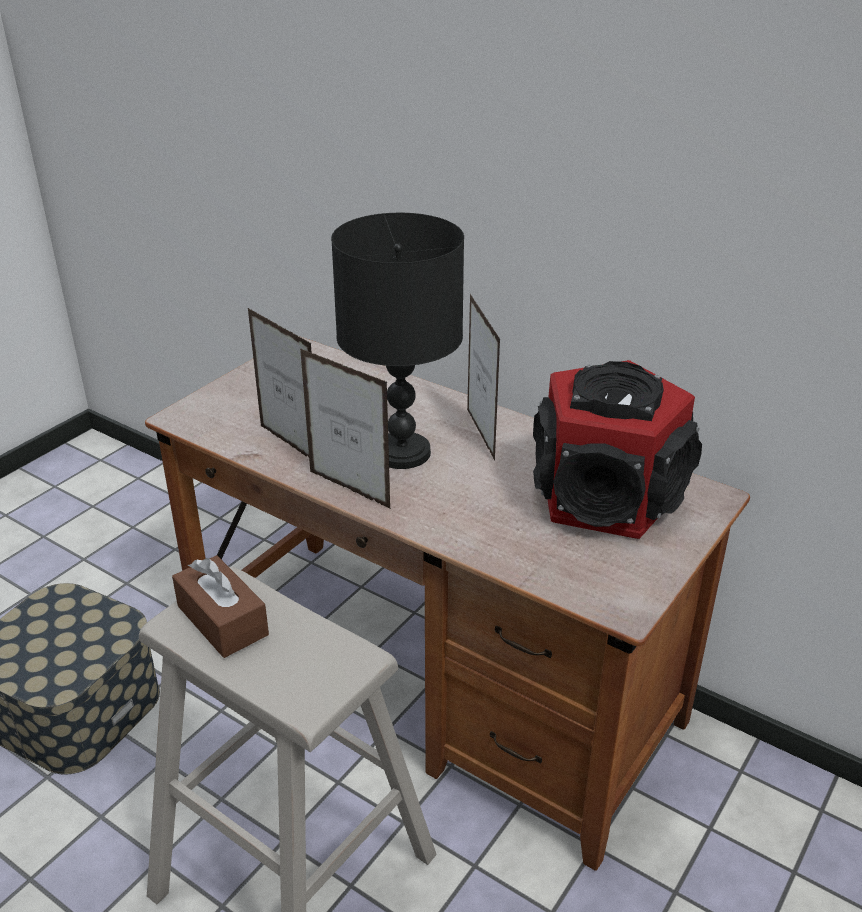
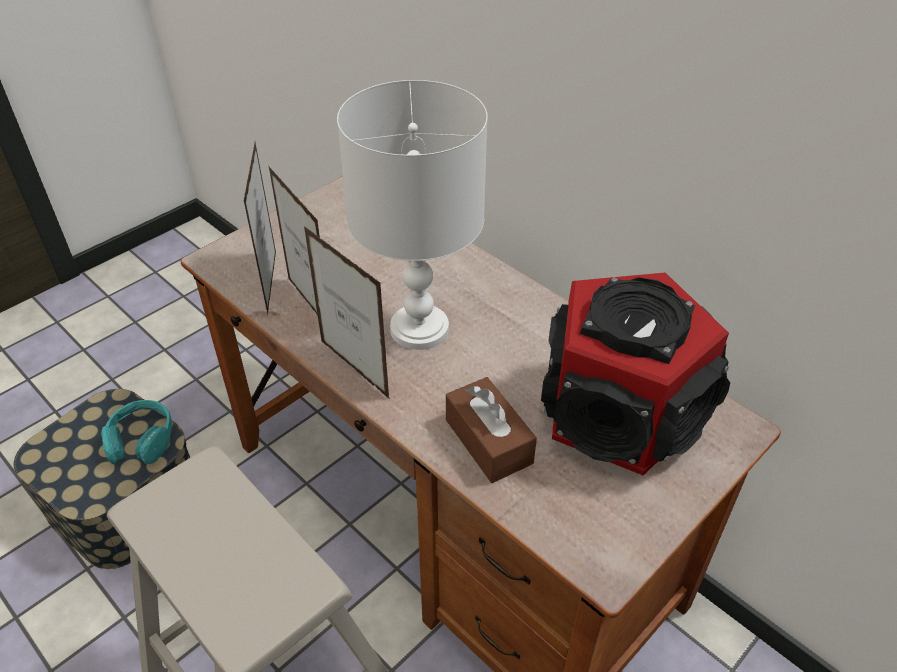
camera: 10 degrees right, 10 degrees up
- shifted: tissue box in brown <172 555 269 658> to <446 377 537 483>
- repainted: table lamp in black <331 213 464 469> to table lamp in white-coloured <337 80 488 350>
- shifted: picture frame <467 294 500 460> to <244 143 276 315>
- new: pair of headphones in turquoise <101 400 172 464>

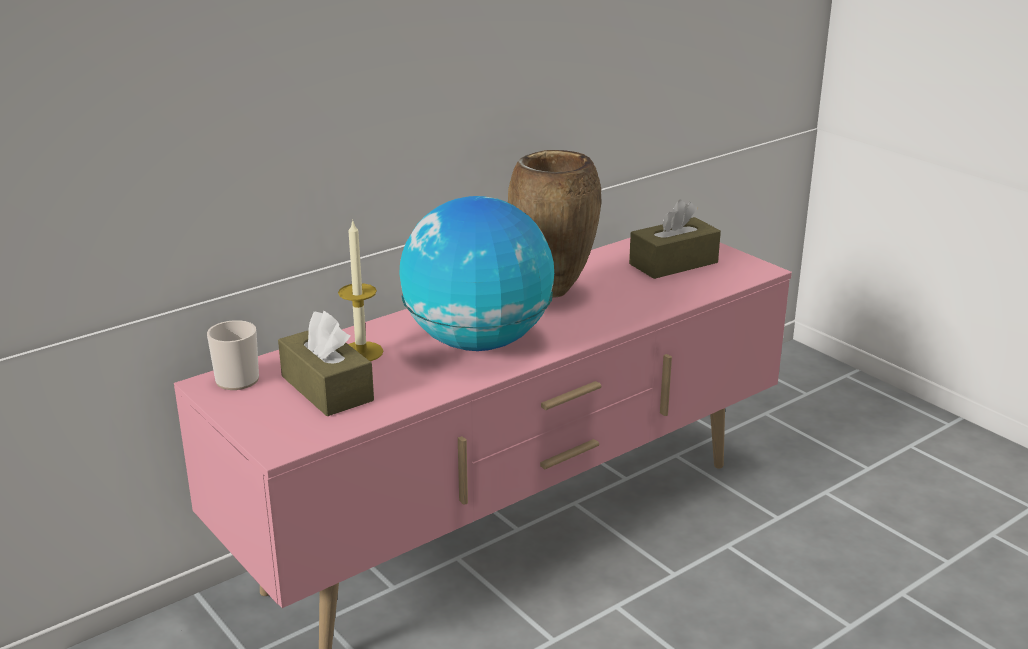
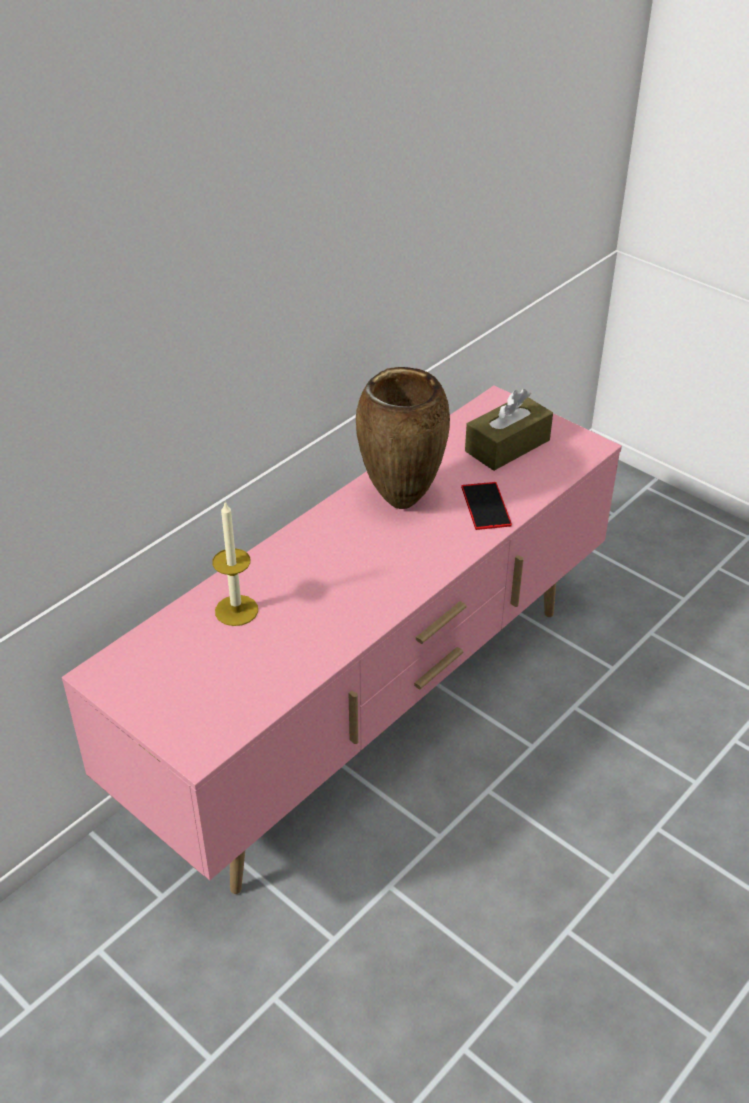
camera: 10 degrees left, 15 degrees up
- gone: tea mug <207 320 259 390>
- gone: tissue box in brown <278 311 374 416>
- gone: globe <400 196 554 351>
- new: handset <461 482 512 530>

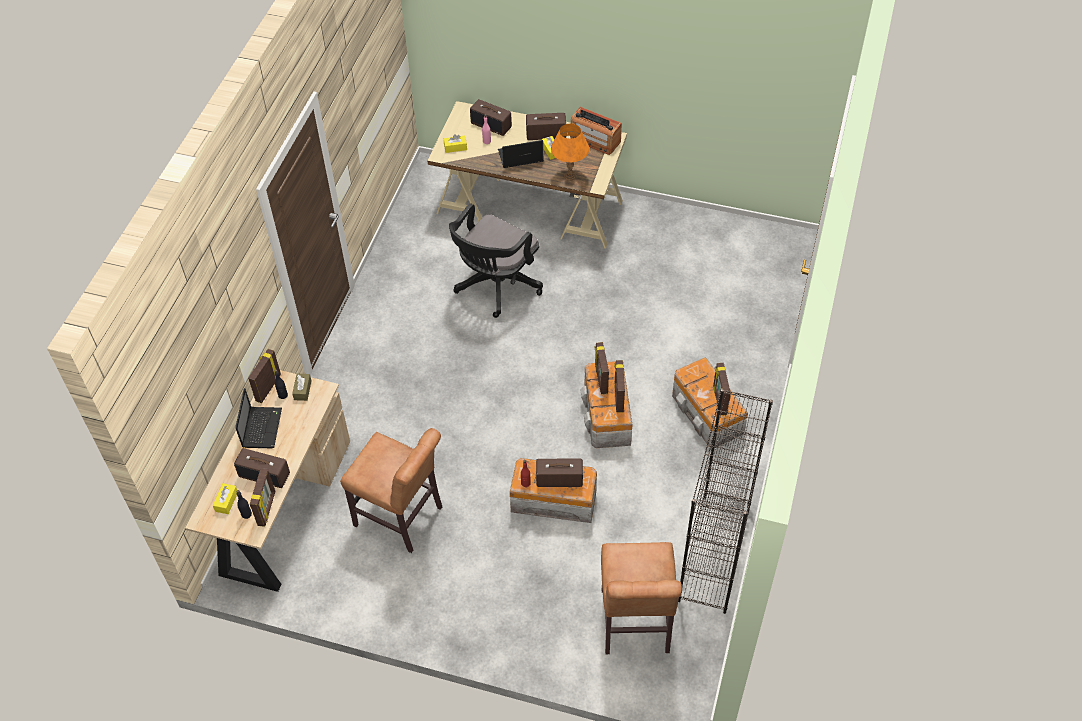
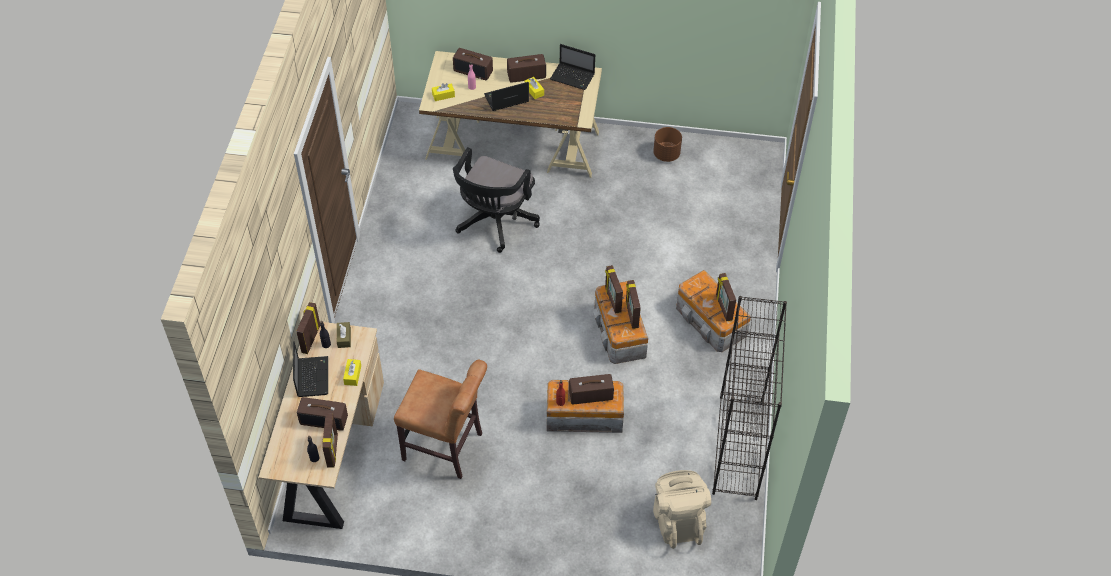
camera: 10 degrees left, 0 degrees up
- shifted: tissue box in yellow <213 483 237 514> to <343 359 361 386>
- gone: table lamp in orangey <551 124 589 181>
- swapped: radio set <570 107 622 155> to portable computer <550 44 595 90>
- swapped: plain chair in brown <601 542 682 654> to backpack in beige <653 470 711 549>
- new: planter in brown <653 127 682 162>

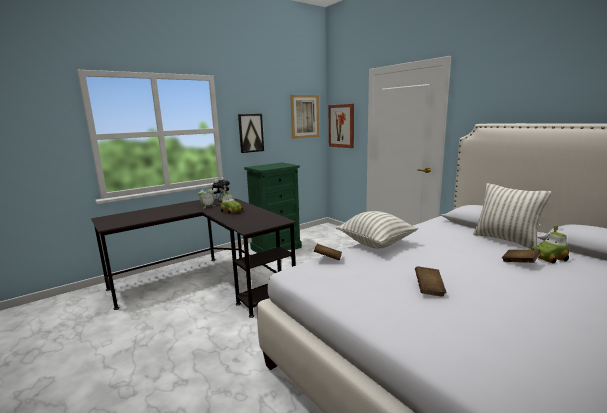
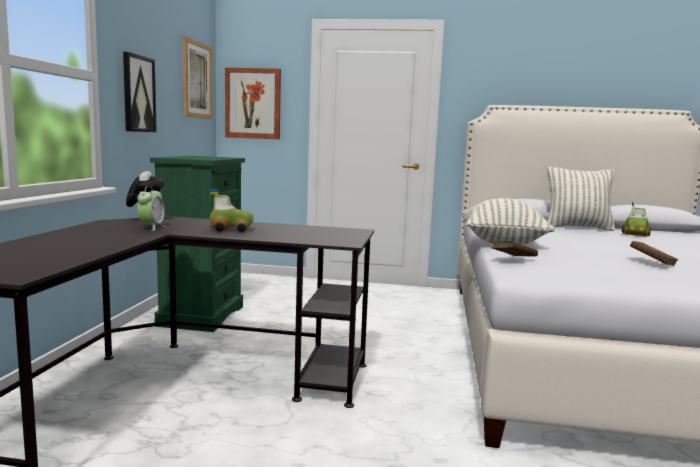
camera: 45 degrees left, 5 degrees down
- gone: volume in brown <502 250 541 263>

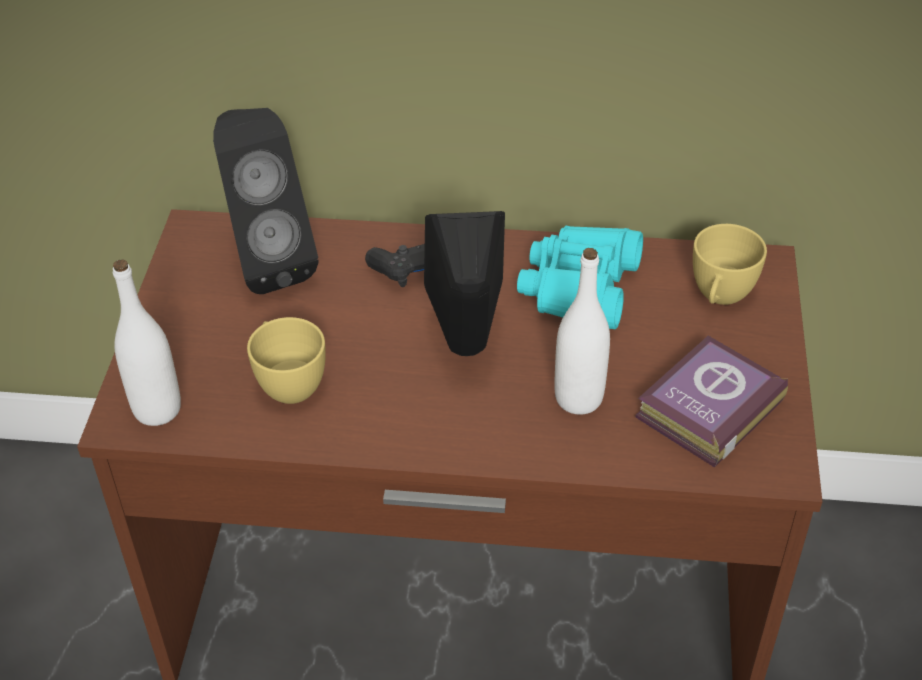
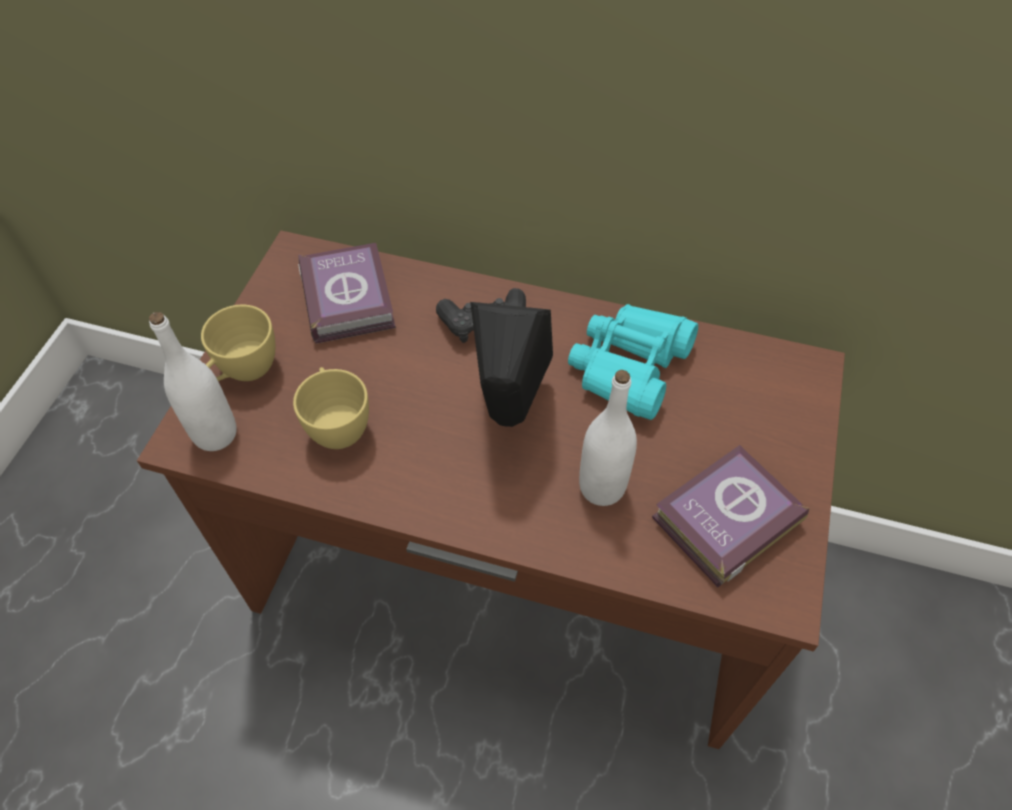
camera: 10 degrees right, 10 degrees up
- swapped: audio speaker in black <213 108 318 294> to volume <298 243 396 344>
- shifted: small cup in yellow <693 224 767 305> to <201 305 275 381>

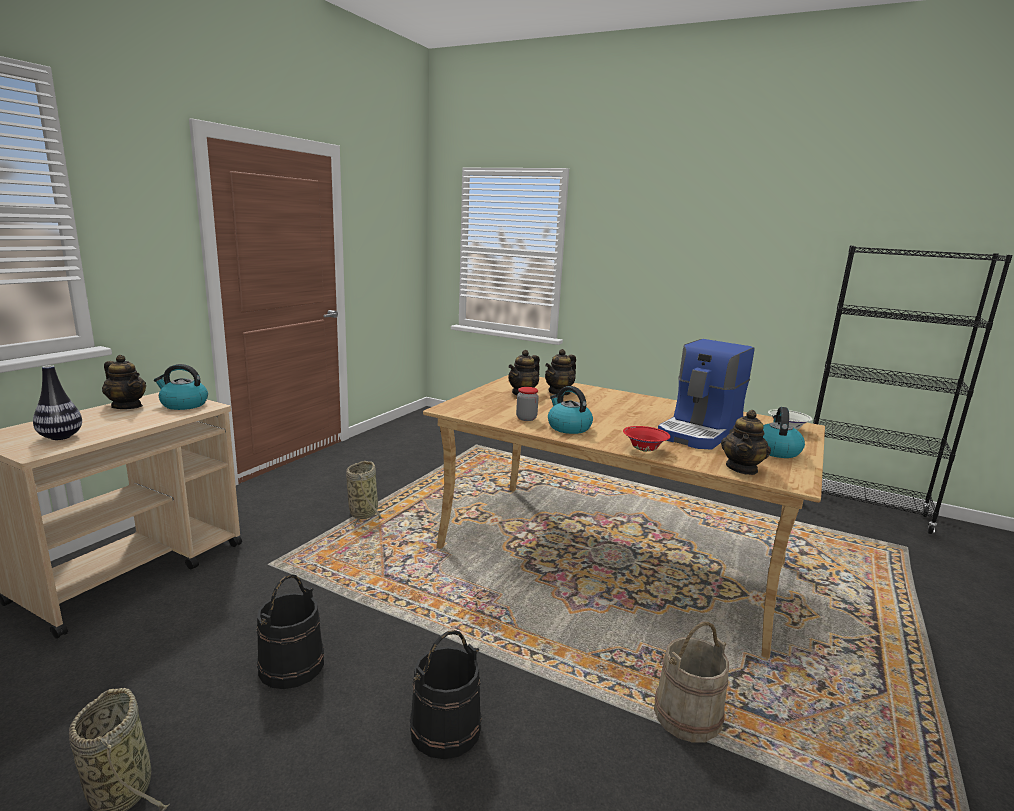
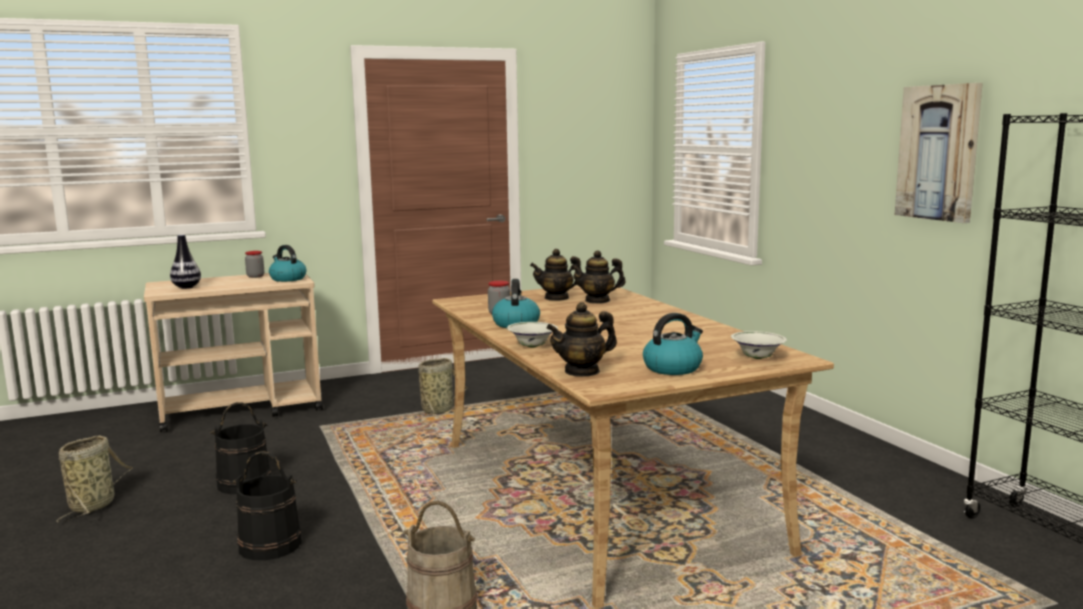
camera: 40 degrees right, 5 degrees down
- swapped: tea pot <102 355 146 409> to storage jar <245 251 264 278>
- repainted: bowl in reddish <623 426 671 452> to bowl in white-coloured <507 322 558 347>
- gone: coffee maker <658 339 755 450>
- new: picture <895 83 983 223>

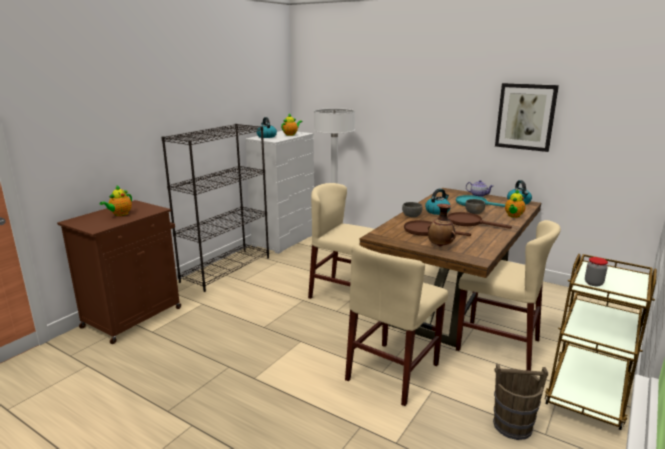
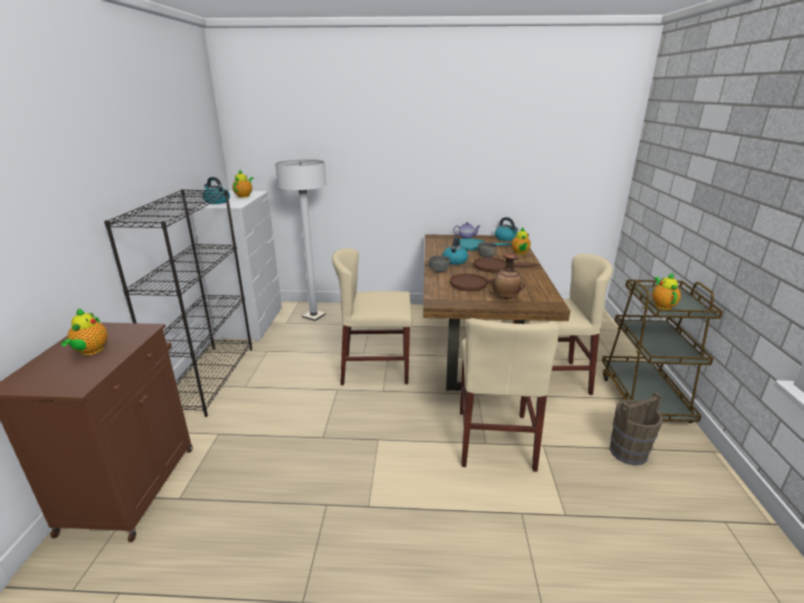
camera: 30 degrees left, 5 degrees up
- gone: picture <495 83 559 152>
- swapped: storage jar <585 257 608 286> to tea pot <652 273 681 309>

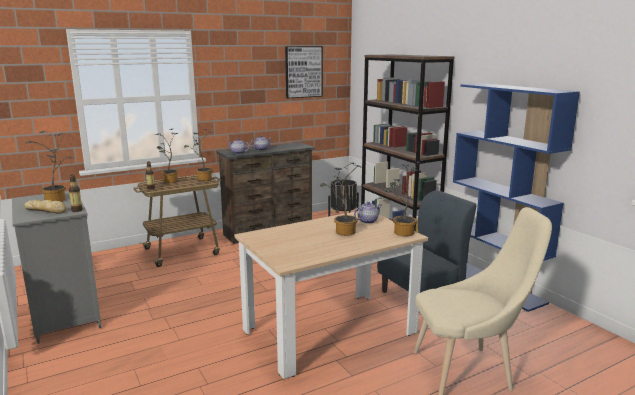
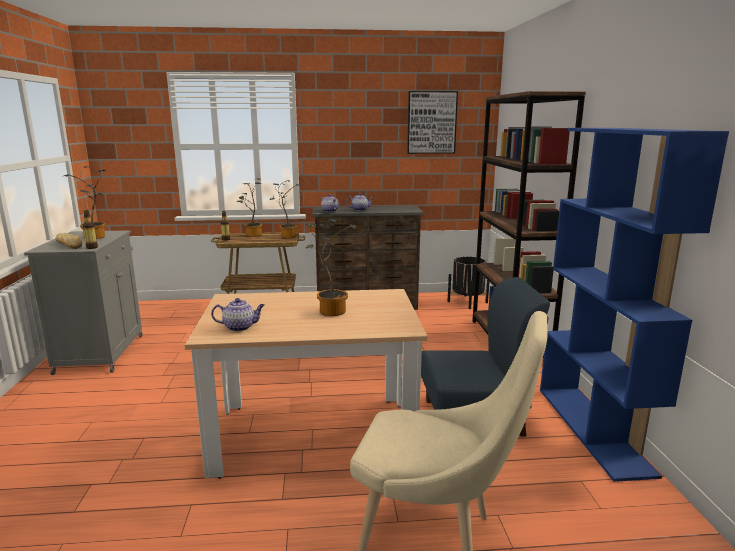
camera: 25 degrees right, 0 degrees up
- shifted: tea pot <354 202 382 224> to <211 298 265 331>
- gone: potted plant <383 161 422 236>

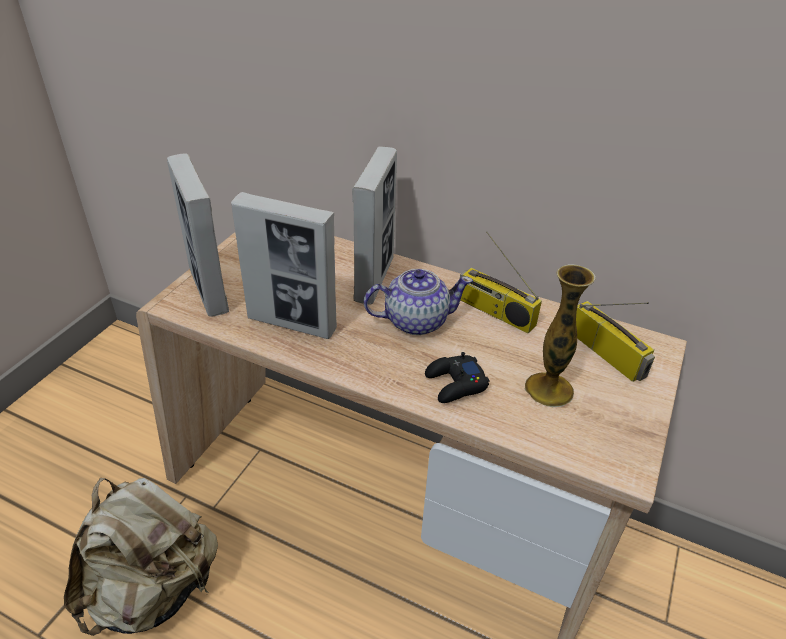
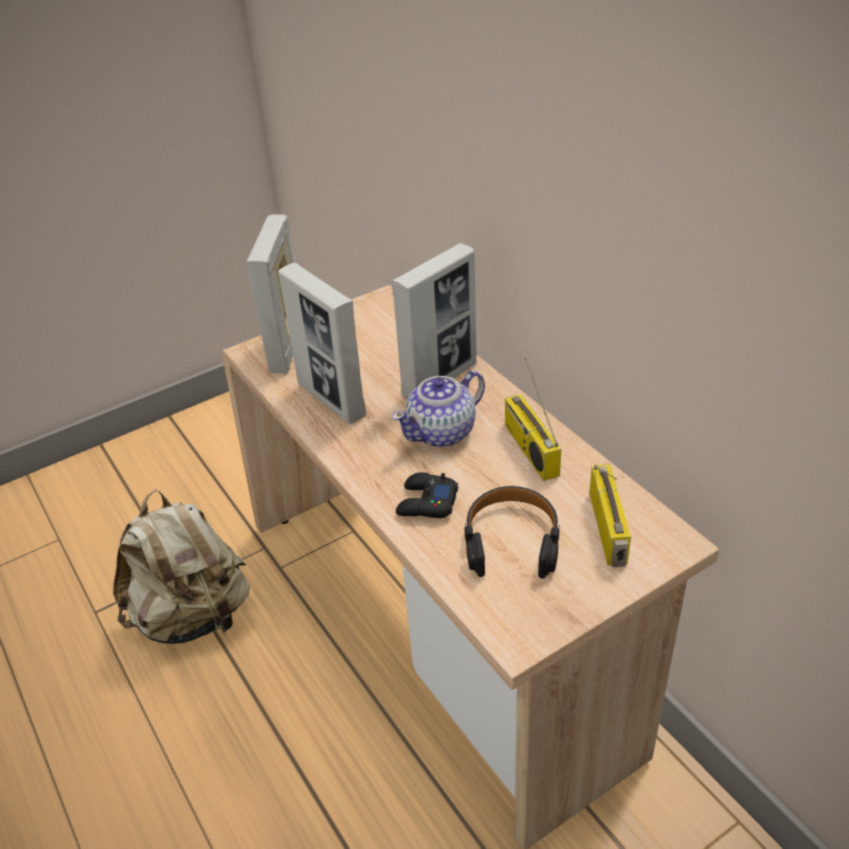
camera: 35 degrees right, 0 degrees up
- rotated: tea pot <364 269 473 335> = <392 371 485 448> 120 degrees clockwise
- swapped: decorative vase <524 264 596 407> to pair of headphones in black <464 486 560 579>

